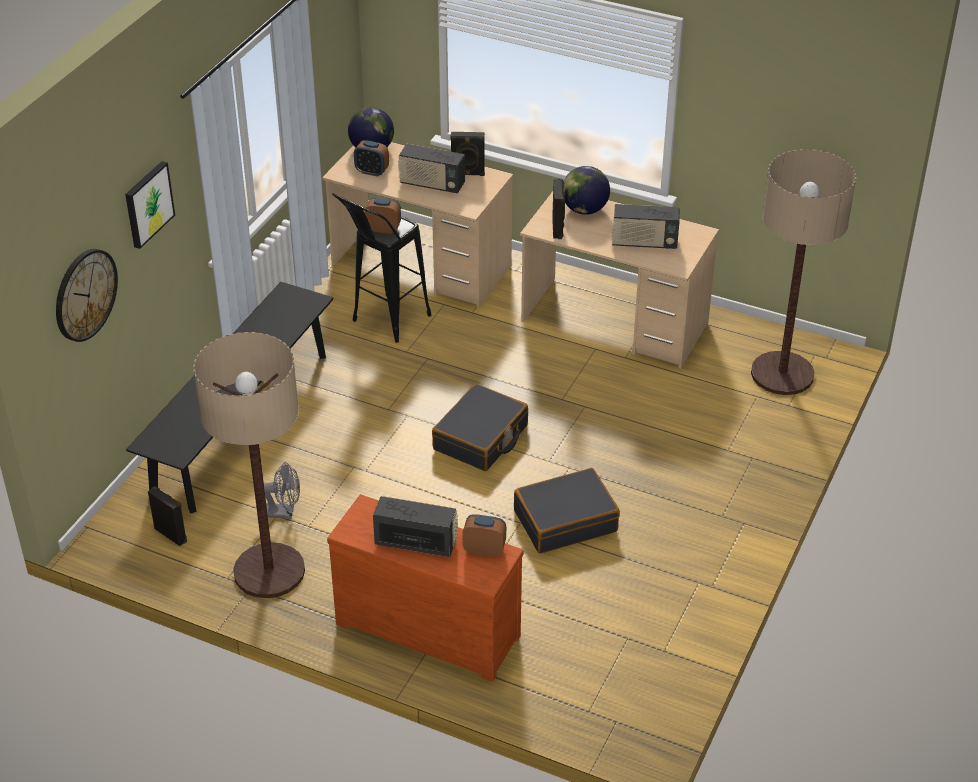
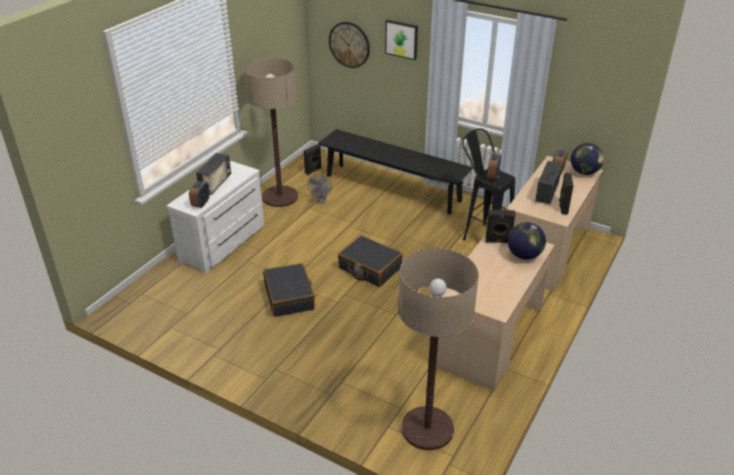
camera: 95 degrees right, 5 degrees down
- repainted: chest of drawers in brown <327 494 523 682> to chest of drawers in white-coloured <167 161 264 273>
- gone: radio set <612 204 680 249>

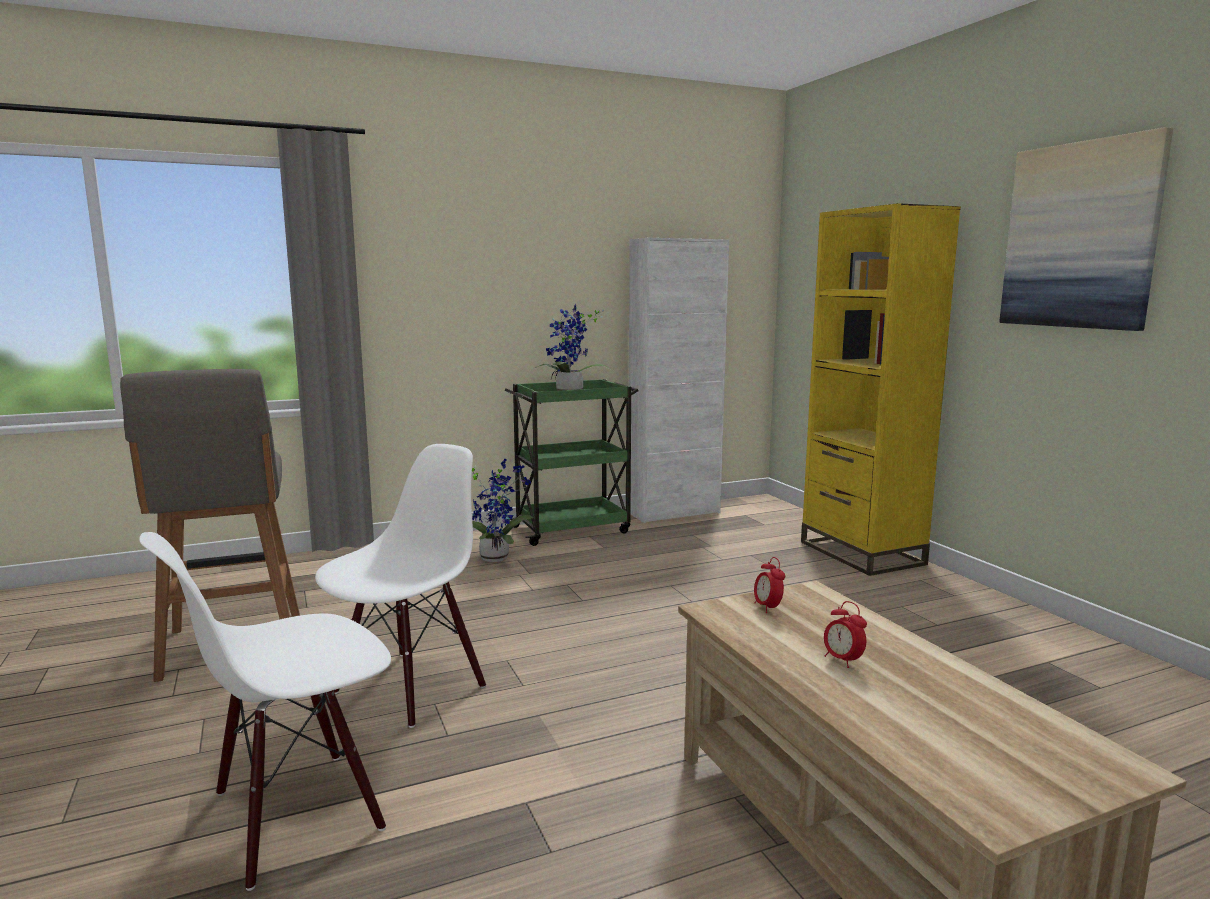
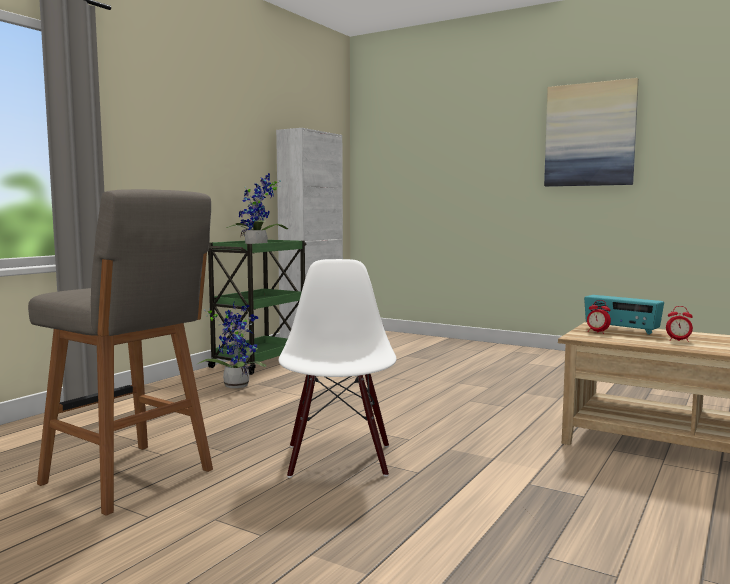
camera: 35 degrees left, 5 degrees down
- gone: plain chair in white-coloured <139 532 391 891>
- gone: bookcase in yellow <801 203 961 576>
- new: radio set <584 295 664 335>

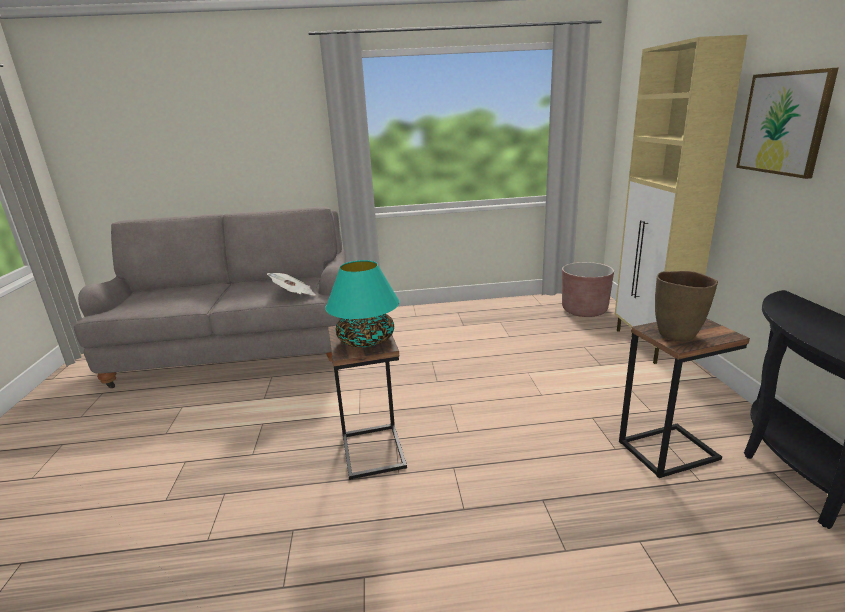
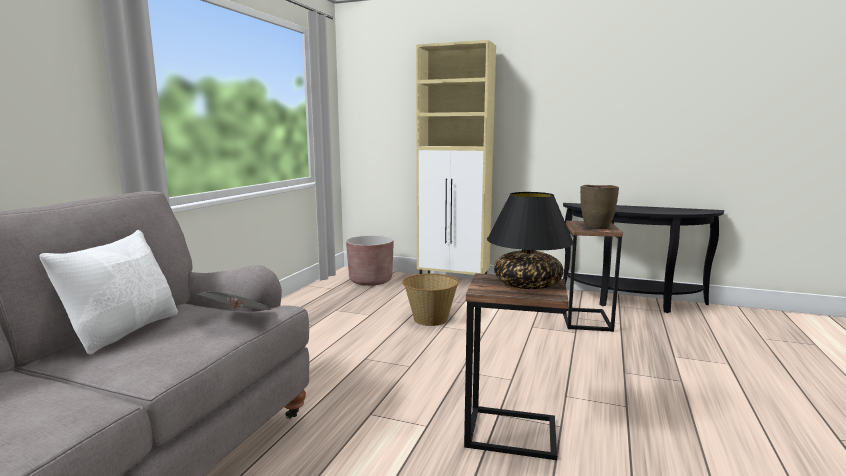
camera: 65 degrees left, 10 degrees down
- repainted: table lamp in turquoise <325 260 400 347> to table lamp in black <487 192 574 289>
- gone: picture <736 68 838 179>
- new: pillow in white-coloured <39 230 178 354>
- new: storage basket <402 274 459 326>

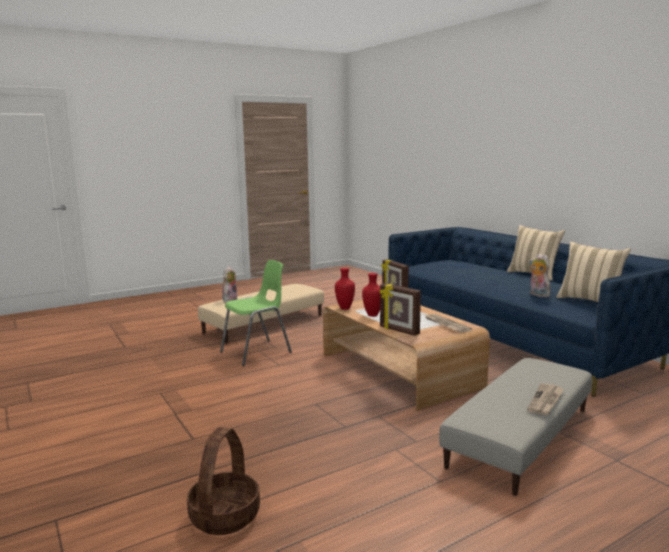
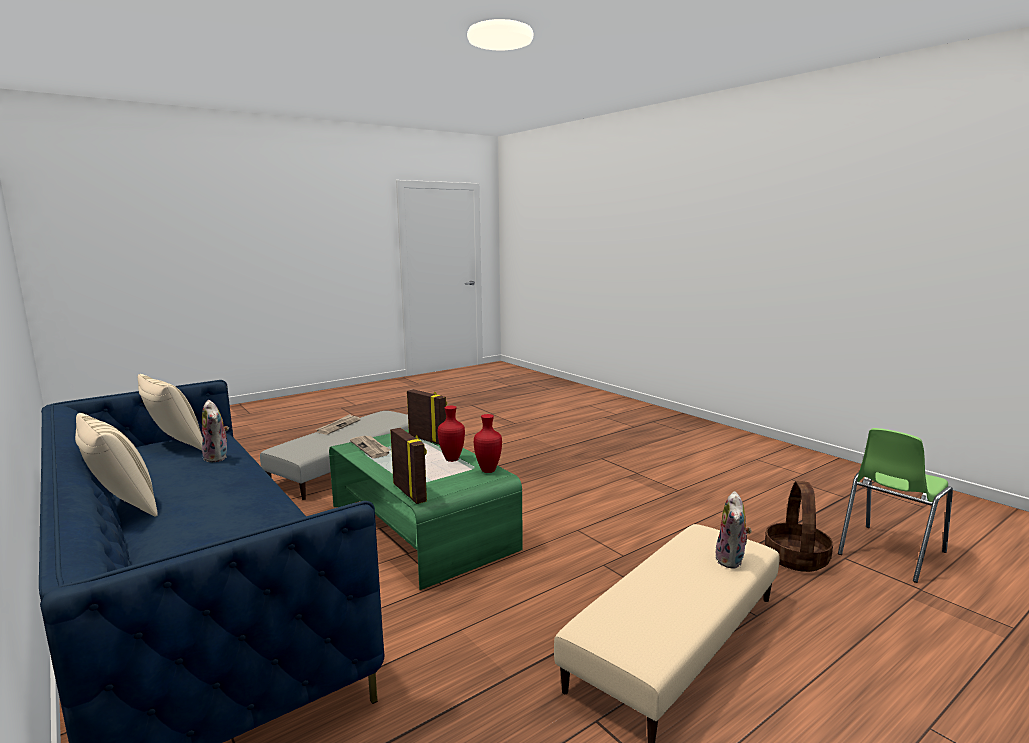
camera: 175 degrees right, 0 degrees up
- shifted: storage basket <187 427 260 535> to <765 481 833 572>
- shifted: plain chair in green <220 260 292 366> to <838 428 953 583>
- repainted: lounge table in brown <323 300 490 411> to lounge table in green <329 429 523 590>

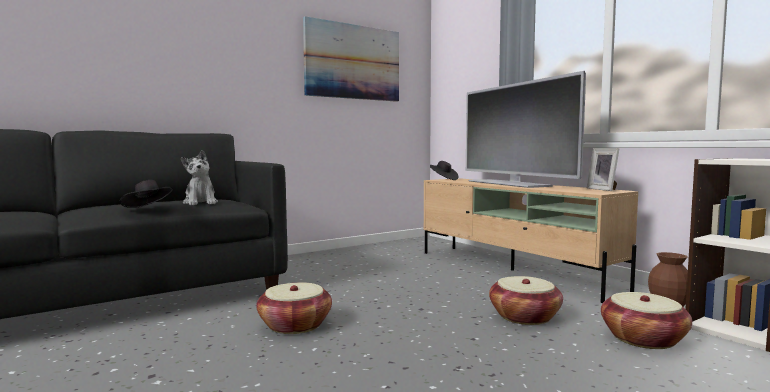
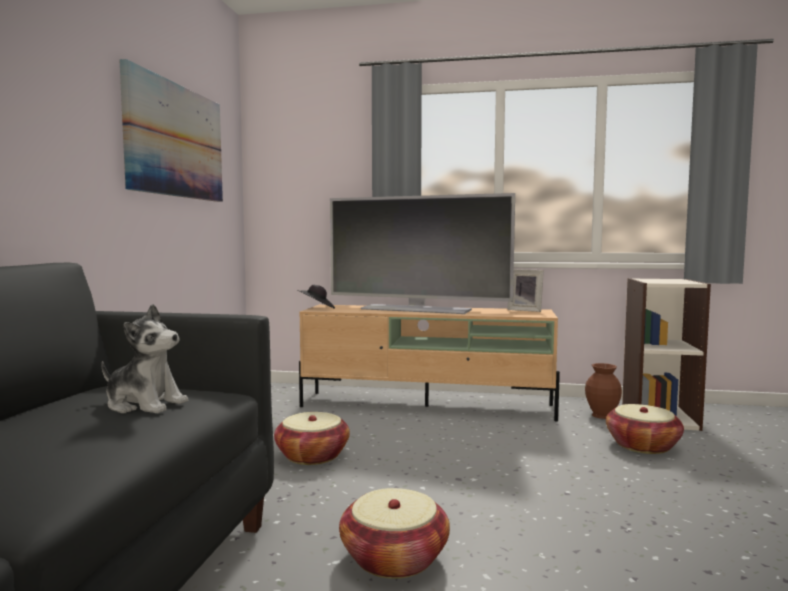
camera: 45 degrees left, 0 degrees up
- gone: wearable hat in black <120 180 173 208>
- shifted: storage basket <489 276 563 325> to <274 412 350 465>

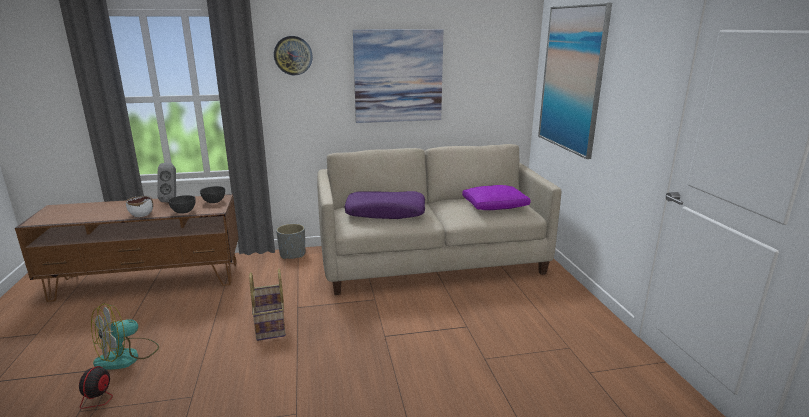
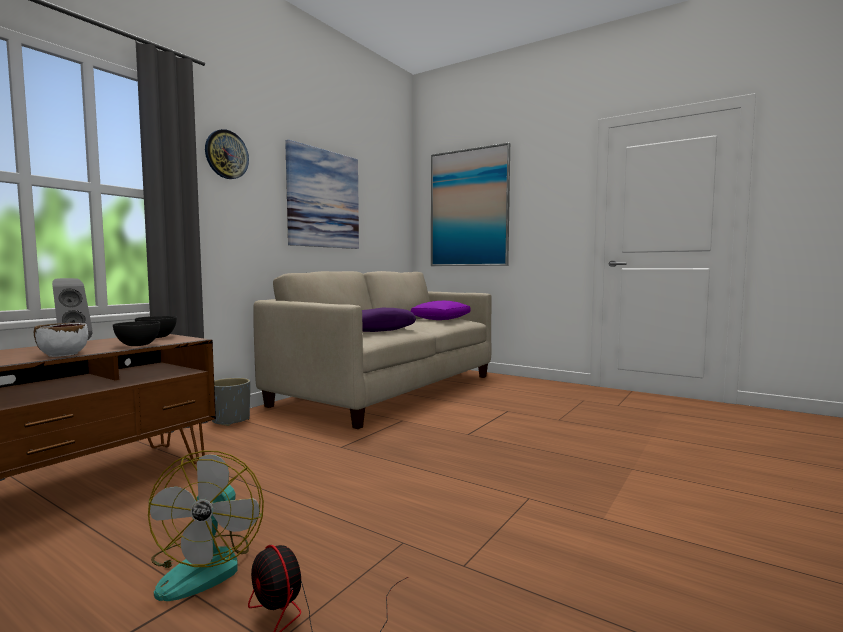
camera: 45 degrees left, 15 degrees down
- gone: storage basket <249 269 286 341>

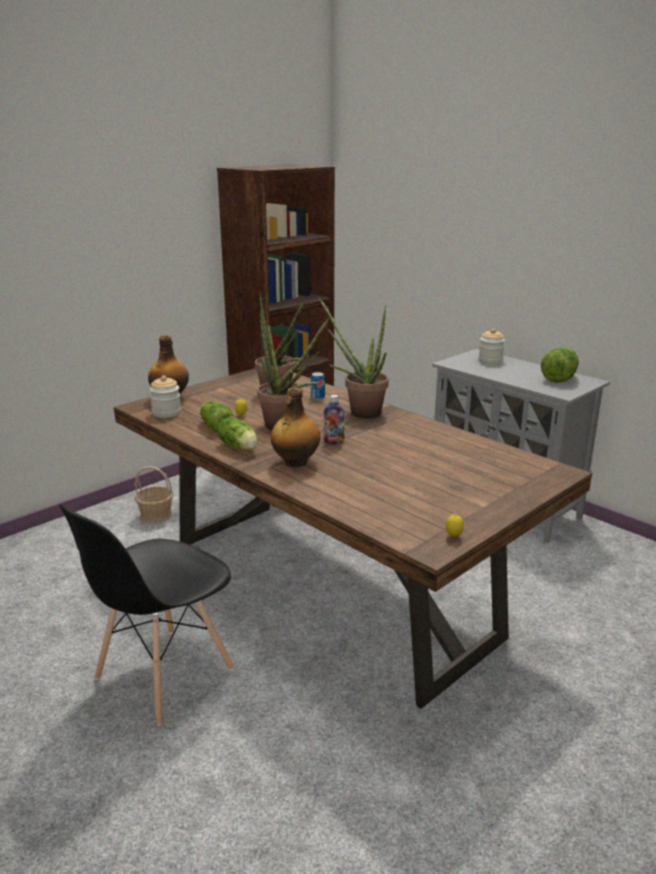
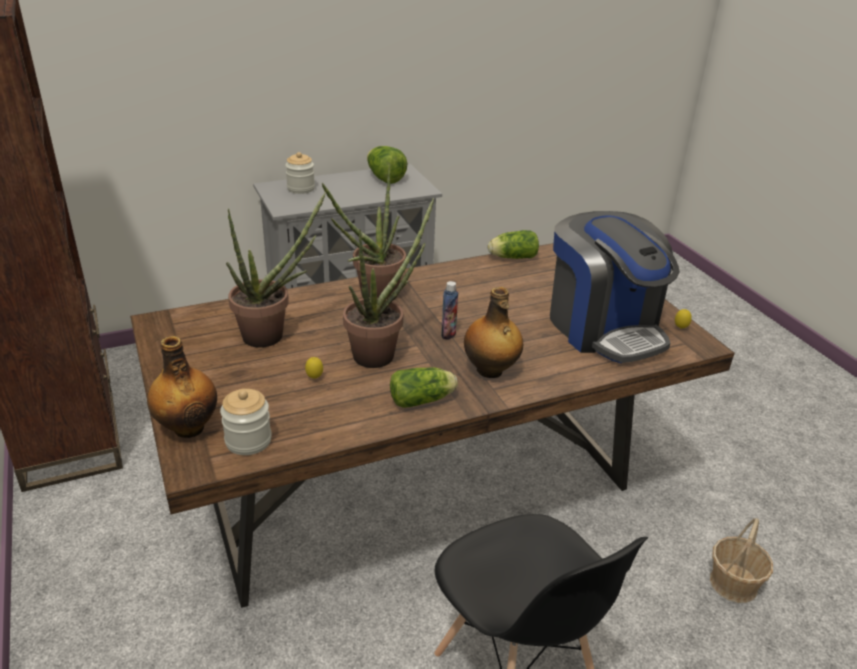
camera: 70 degrees left, 10 degrees up
- shifted: storage basket <134 466 173 524> to <710 518 773 603>
- shifted: lettuce head <200 401 234 433> to <488 230 539 259>
- gone: metal can <311 372 325 400>
- new: coffee maker <550 211 680 363>

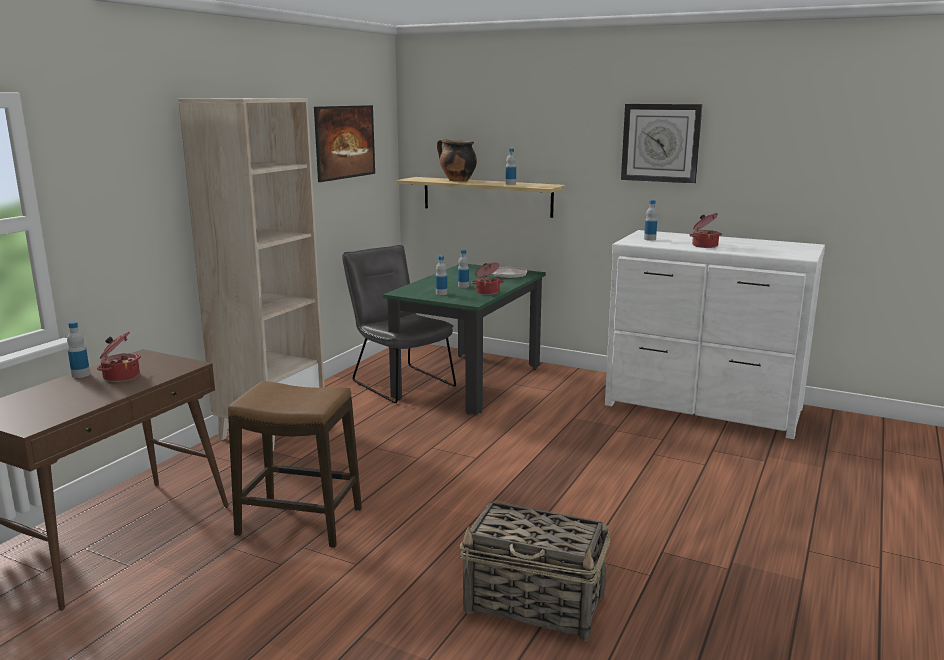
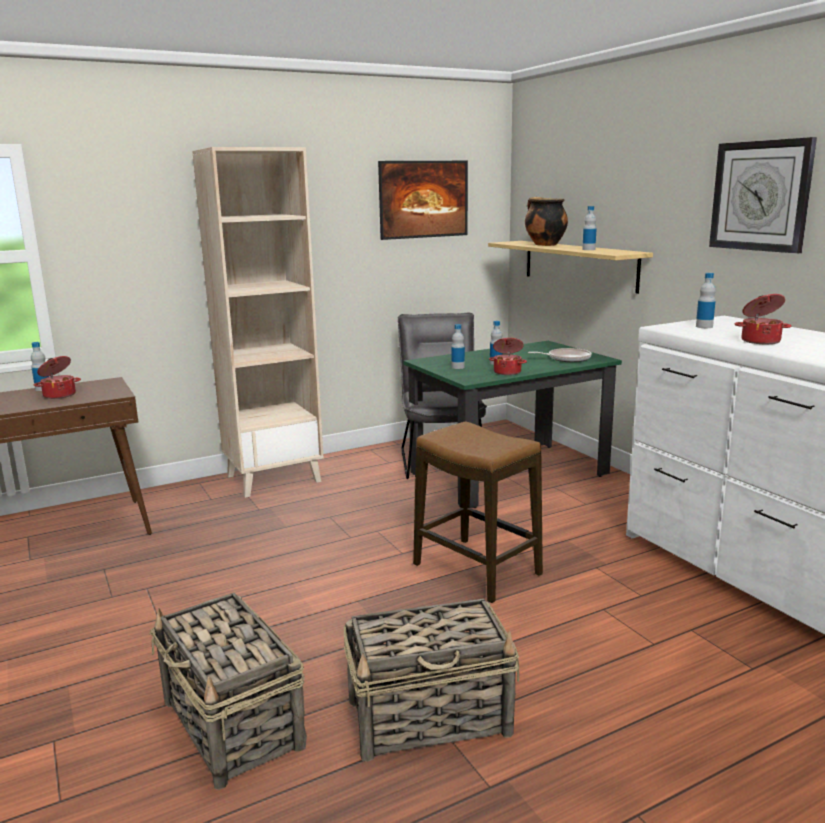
camera: 35 degrees right, 0 degrees up
- shifted: stool seat <228 381 362 548> to <413 421 543 603>
- new: storage basket <344 599 519 762>

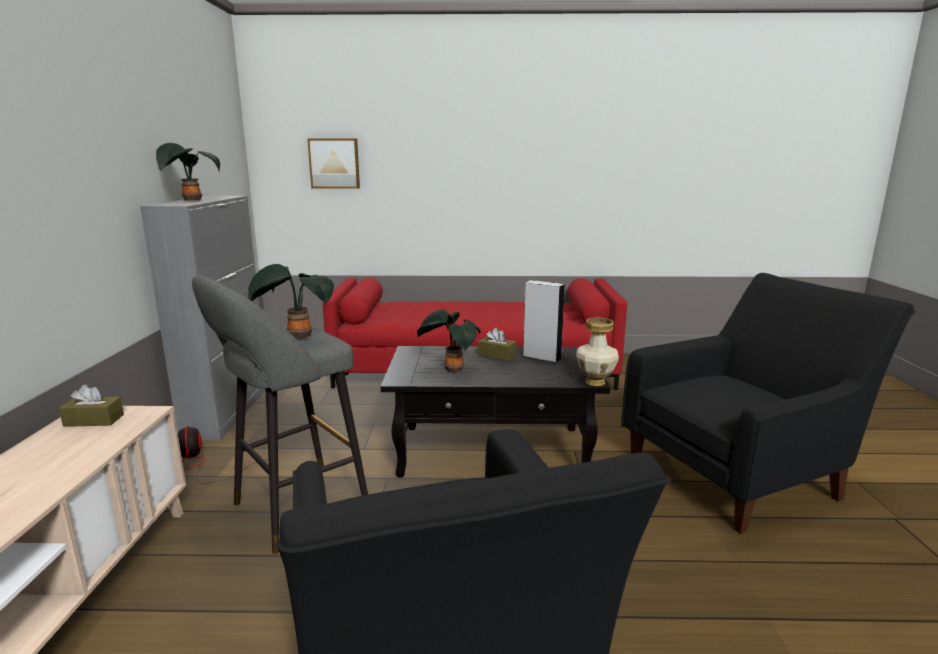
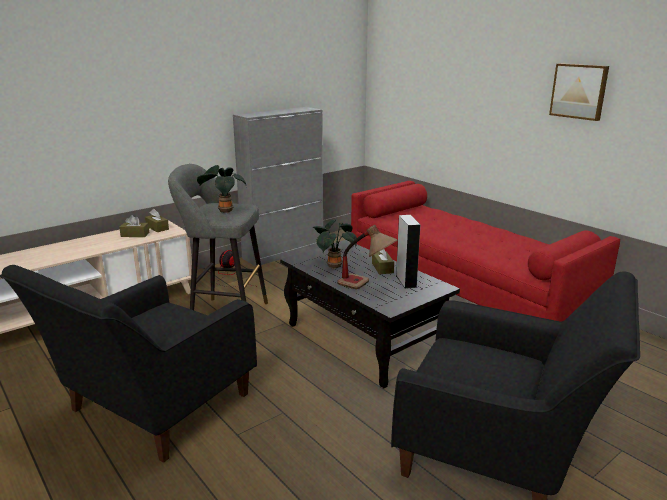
camera: 50 degrees right, 5 degrees up
- gone: potted plant <156 143 220 201>
- shifted: picture <307 139 360 189> to <549 63 609 121>
- gone: decorative vase <576 317 619 386>
- new: tissue box in brown <119 215 149 237>
- new: table lamp <337 225 397 289>

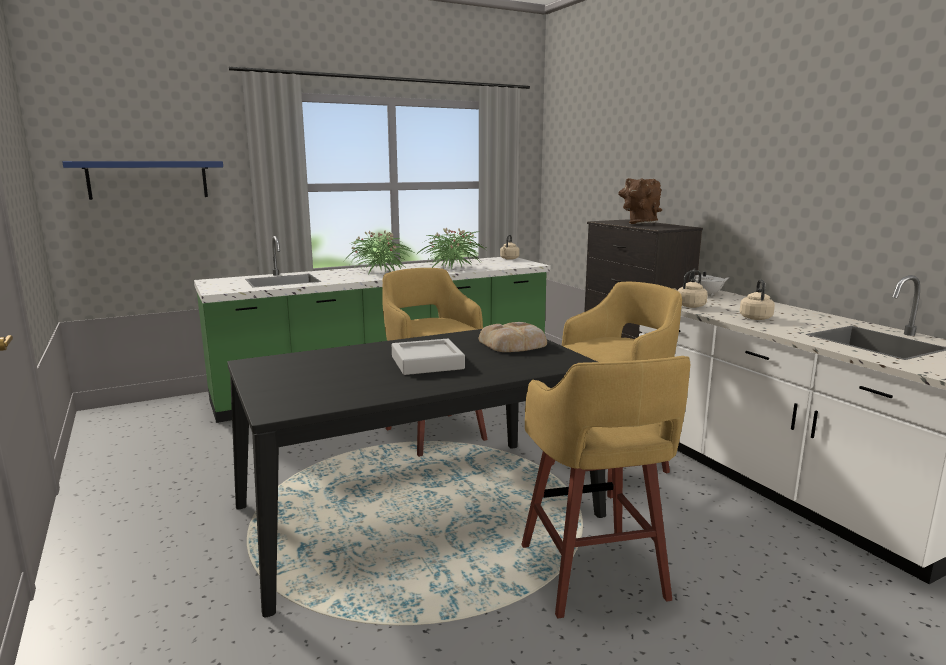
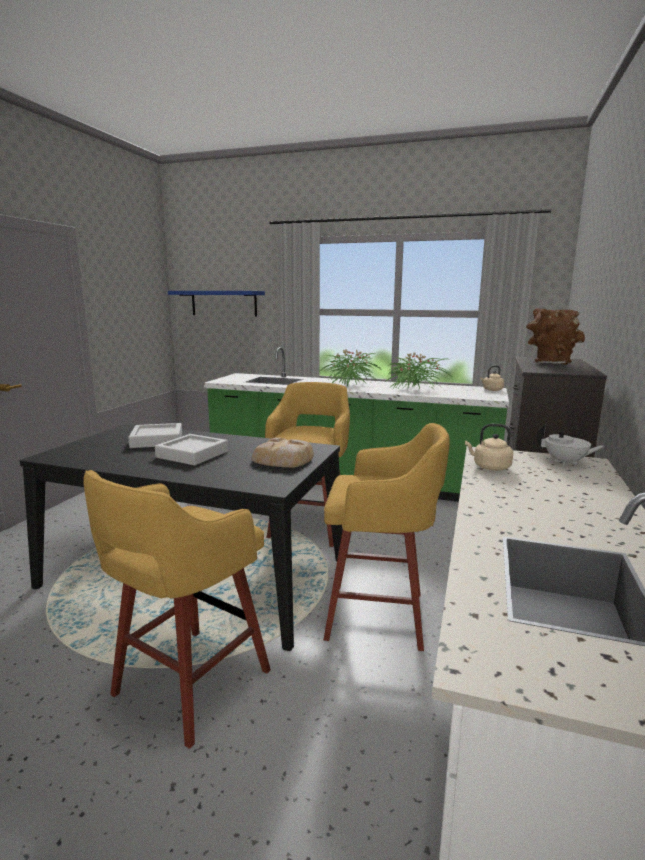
camera: 45 degrees right, 0 degrees up
- gone: water kettle in beige <740 279 775 320>
- new: tray in gray <128 423 182 448>

